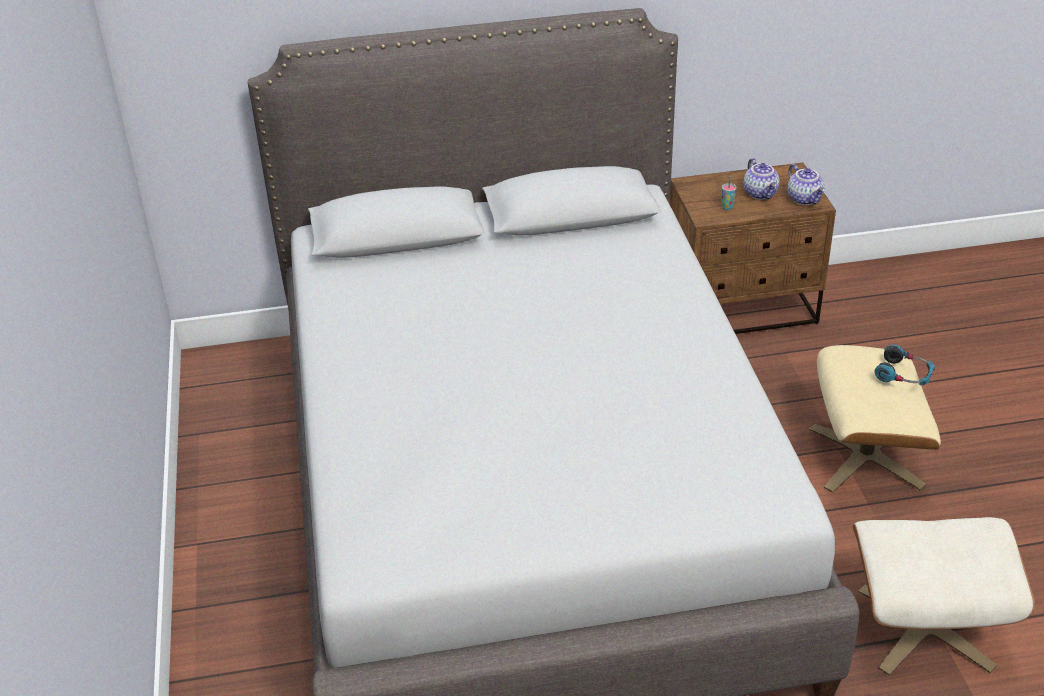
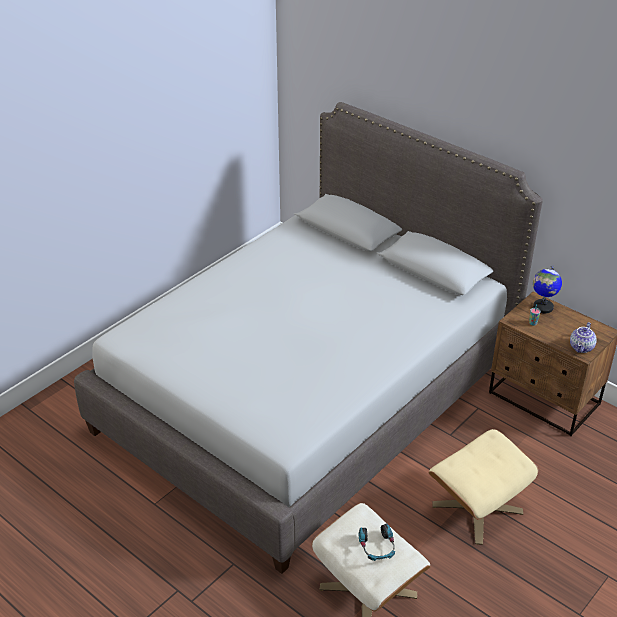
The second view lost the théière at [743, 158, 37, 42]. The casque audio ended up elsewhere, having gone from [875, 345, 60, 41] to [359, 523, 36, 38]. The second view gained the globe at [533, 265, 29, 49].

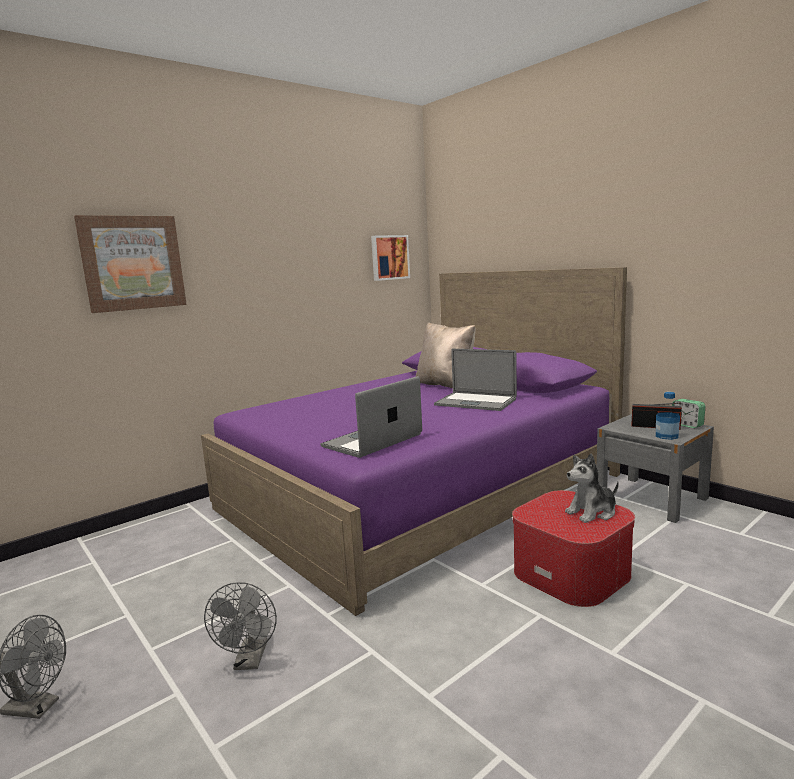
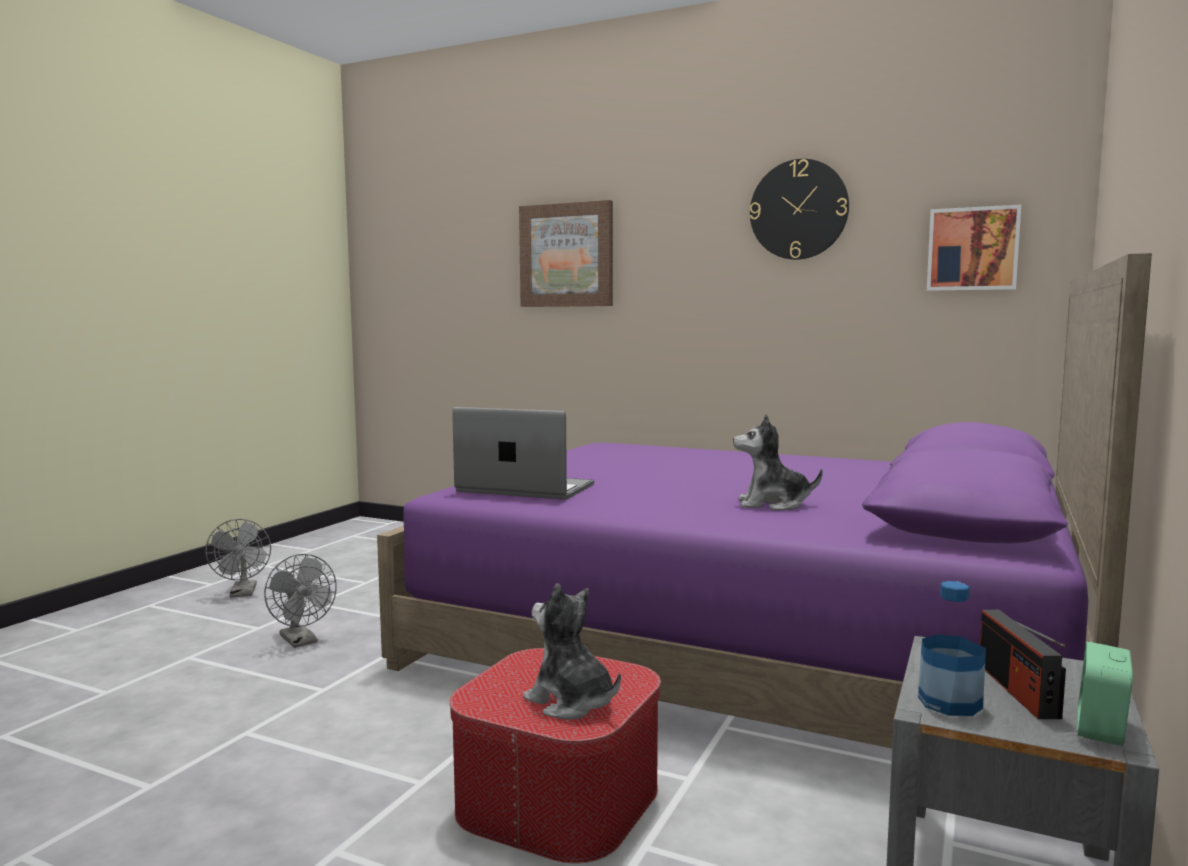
The ventilateur/gris at [204, 582, 73, 88] ended up facing another way, 105 degrees counterclockwise from before. The second view lost the coussin/beige at [416, 322, 60, 66]. Where the ordinateur portable stood at [434, 349, 83, 62], the peluche came to stand at [733, 414, 90, 97]. The second view gained the horloge murale at [750, 159, 99, 101].

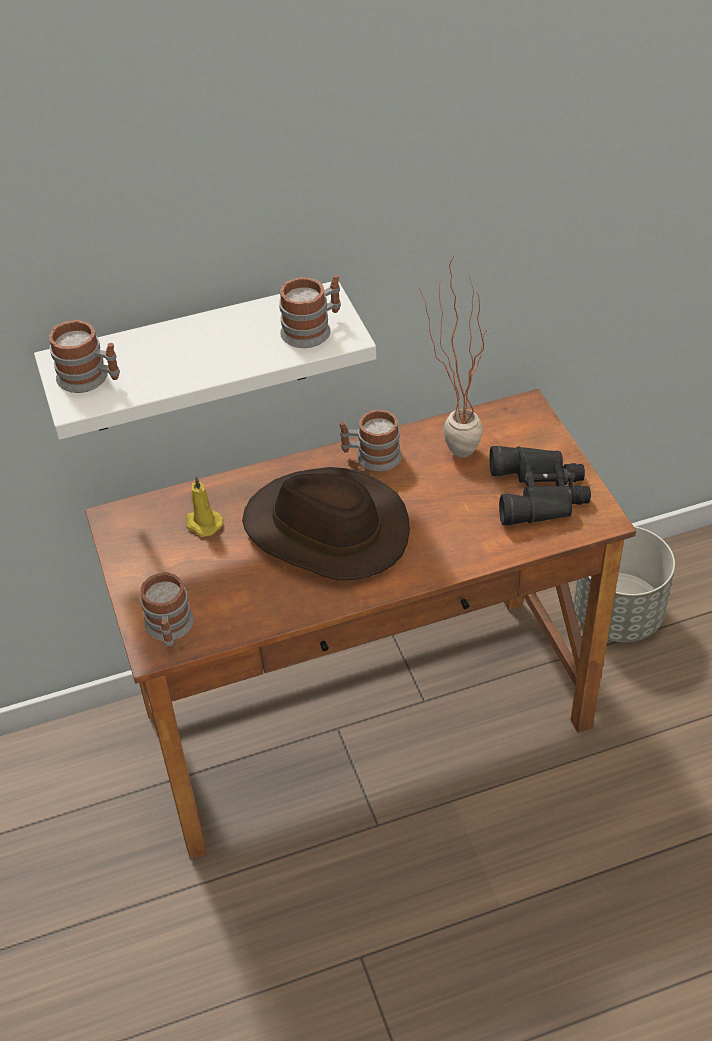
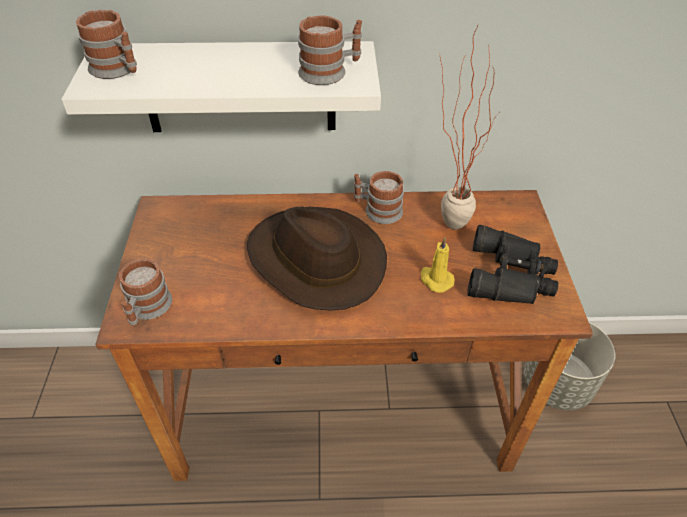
The bougie/jaune ended up elsewhere, having gone from [186, 477, 37, 59] to [421, 237, 34, 56].

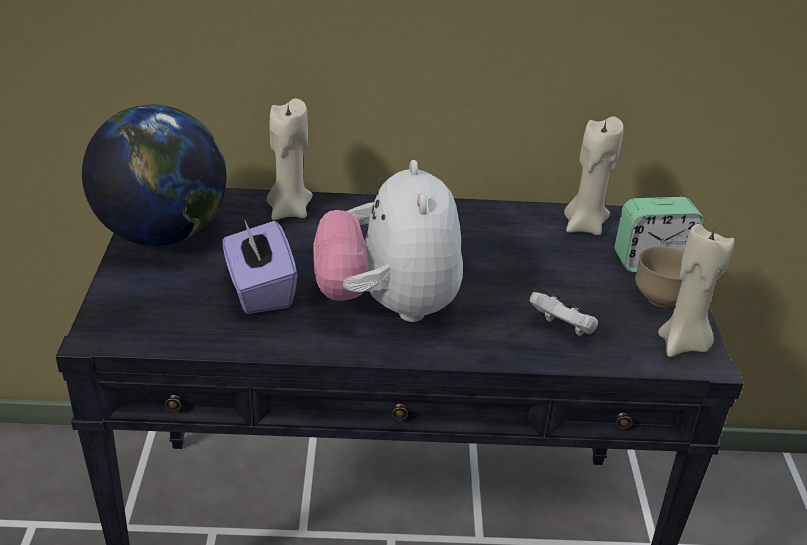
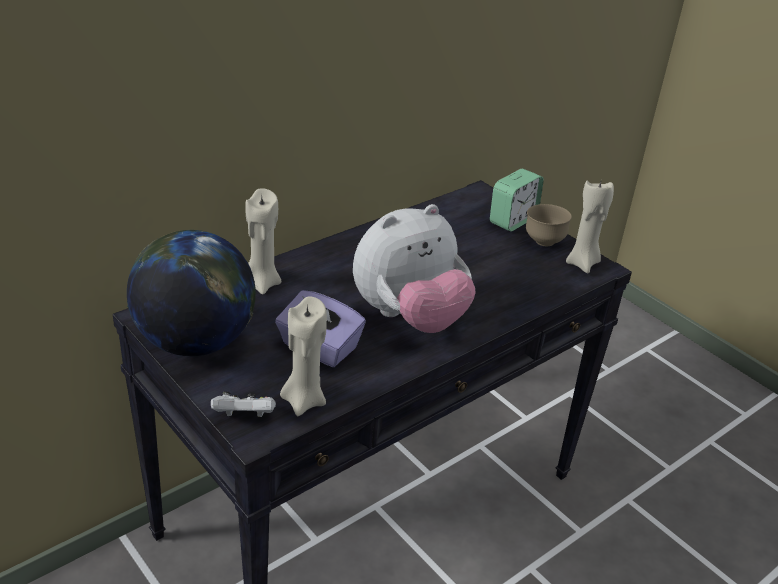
The peluche at [313, 160, 150, 162] ended up facing another way, 75 degrees counterclockwise from before. The manette/blanc ended up elsewhere, having gone from [529, 292, 69, 44] to [211, 391, 65, 26]. The bougie/beige ended up elsewhere, having gone from [564, 117, 60, 119] to [280, 296, 47, 120].

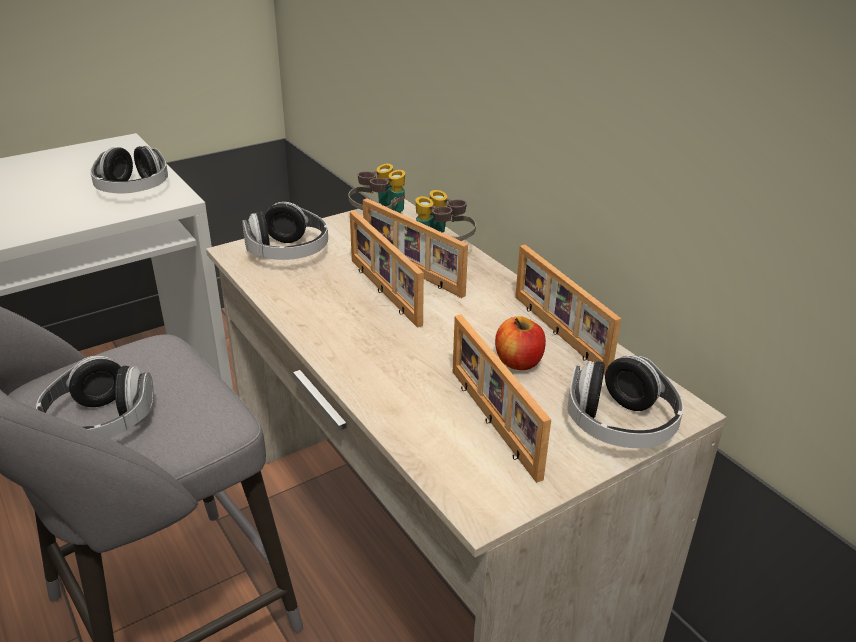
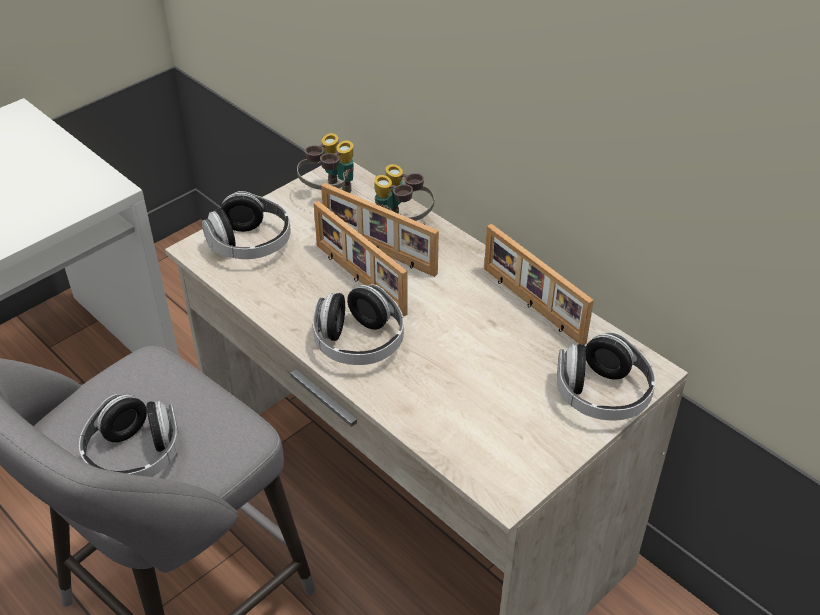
The casque audio ended up elsewhere, having gone from [90, 146, 78, 47] to [313, 284, 91, 81]. The second view lost the cadre photo at [453, 315, 98, 168]. The second view lost the pomme at [495, 316, 51, 54].

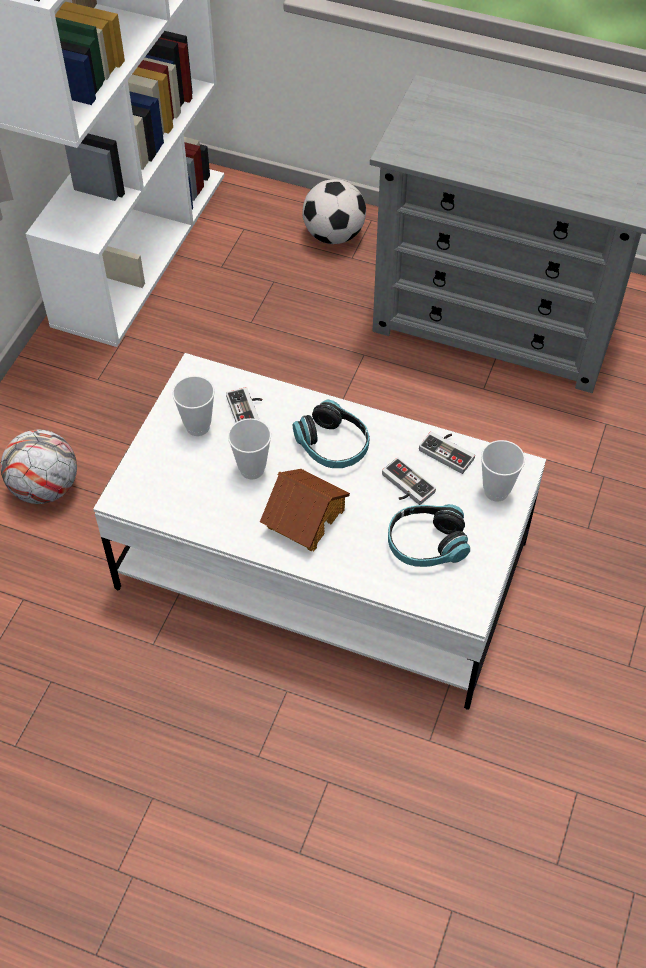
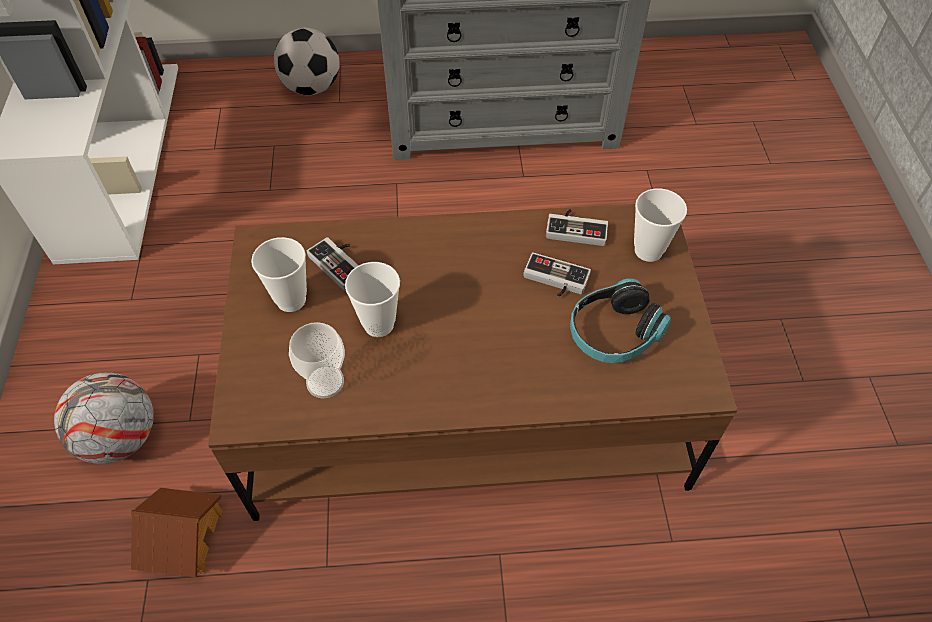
What was the table basse/blanc at [93, 353, 453, 356] turned into the table basse/marron at [208, 204, 529, 317]. The maison miniature ended up elsewhere, having gone from [260, 469, 90, 82] to [131, 488, 92, 89]. The second view lost the casque audio at [293, 400, 77, 68]. The second view gained the tasse at [289, 322, 56, 76].

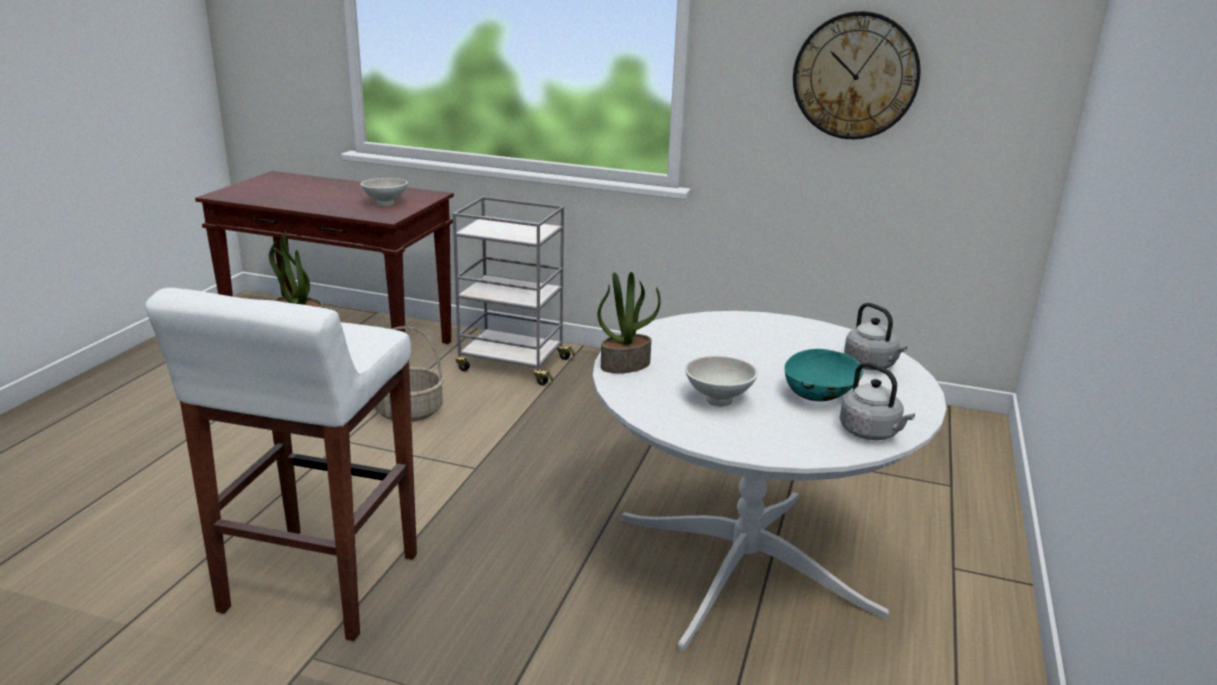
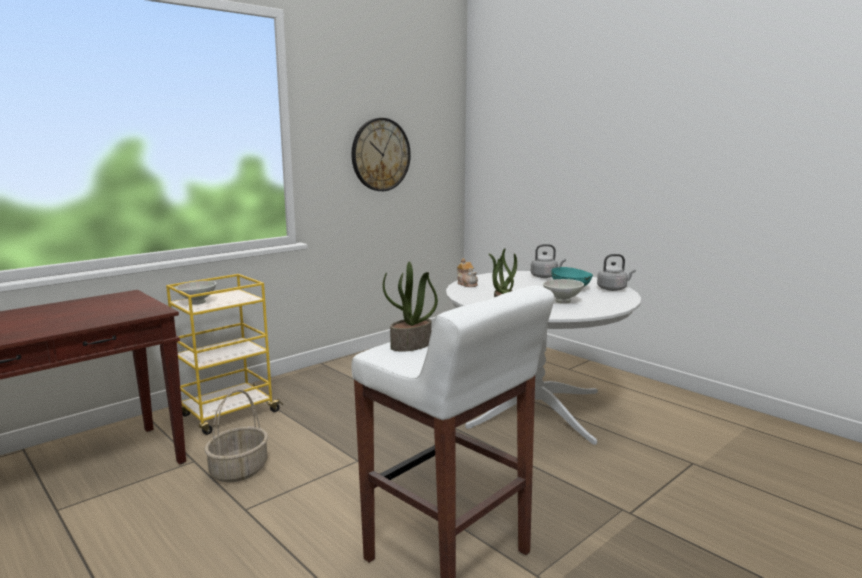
The bol/blanc ended up elsewhere, having gone from [361, 178, 47, 28] to [175, 281, 42, 24]. What was the chariot/gris at [453, 196, 122, 189] turned into the chariot/jaune at [166, 274, 117, 161]. The second view gained the théière at [457, 258, 21, 29].

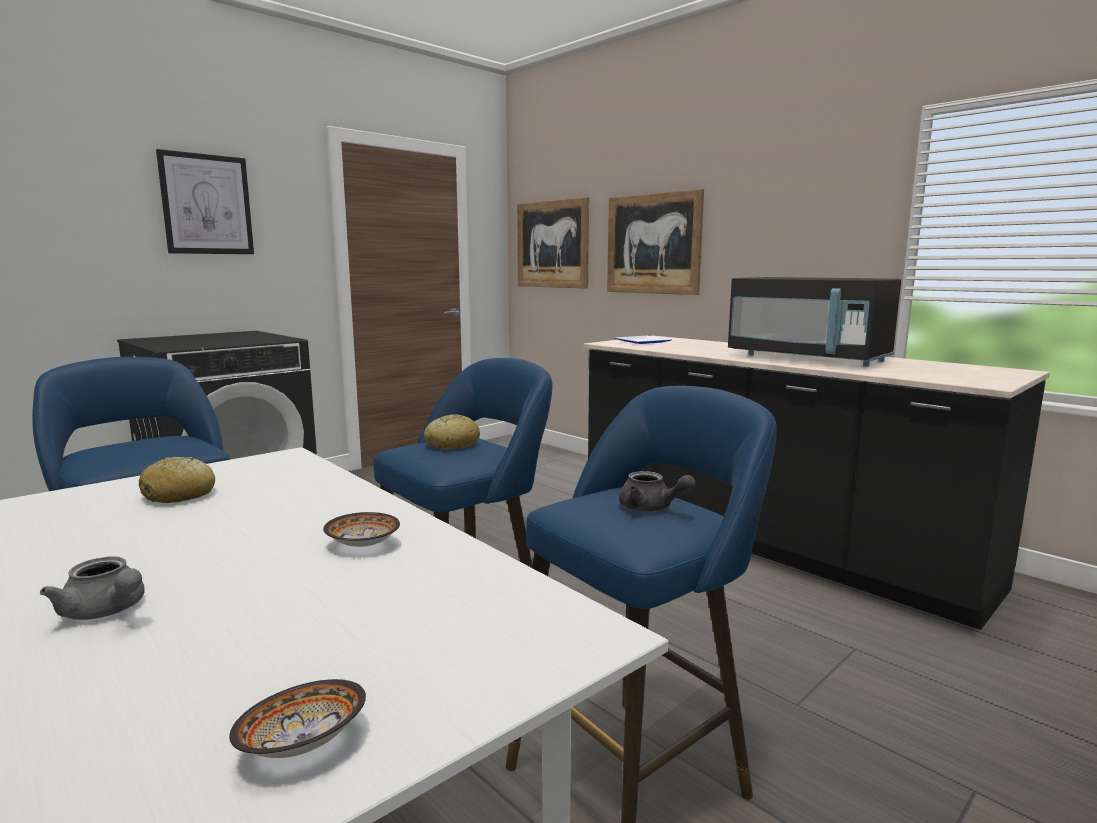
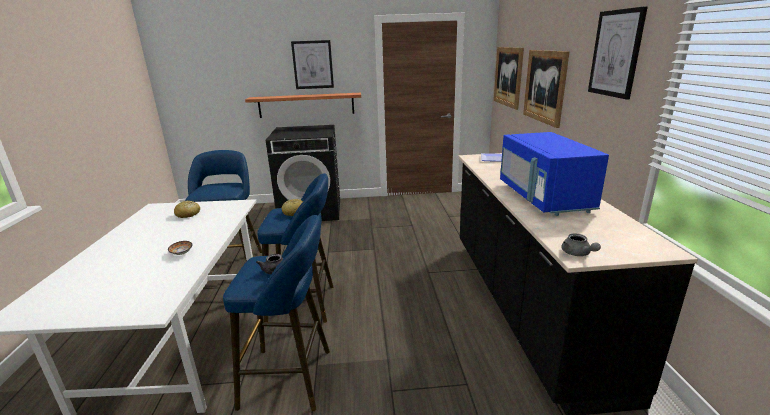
The théière/gris ended up elsewhere, having gone from [40, 557, 105, 63] to [561, 233, 40, 23]. The second view lost the bol at [229, 679, 137, 79]. What was the micro-ondes/noir at [728, 277, 173, 90] turned into the micro-ondes/bleu at [500, 132, 109, 84]. The second view gained the étagère at [245, 93, 116, 25]. The second view gained the tableau at [588, 6, 60, 94].

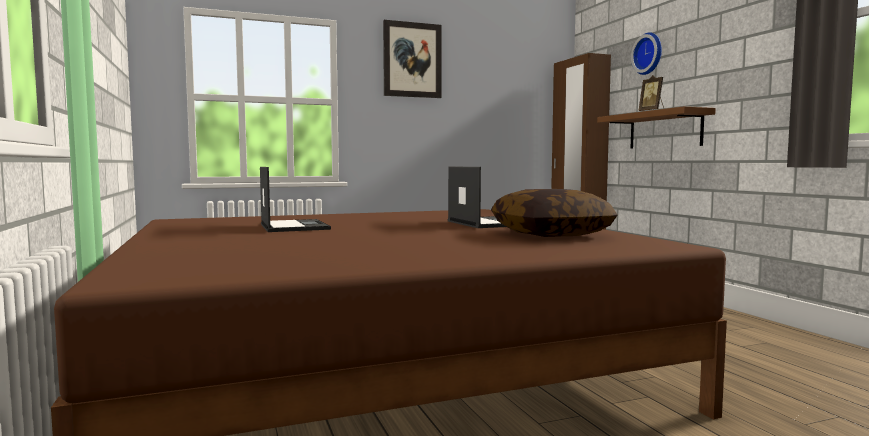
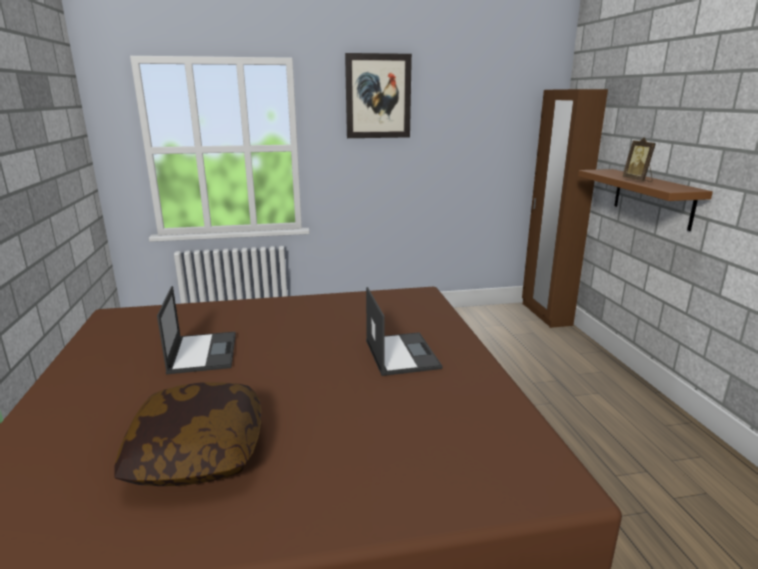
The coussin ended up elsewhere, having gone from [491, 189, 127, 48] to [114, 383, 147, 103]. The second view lost the horloge murale at [631, 32, 31, 43].

